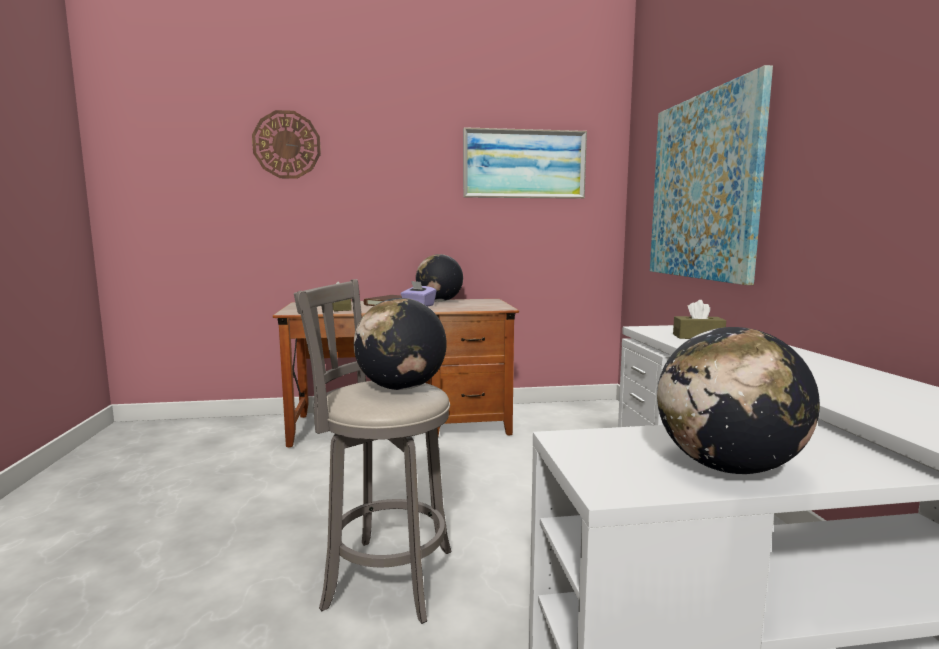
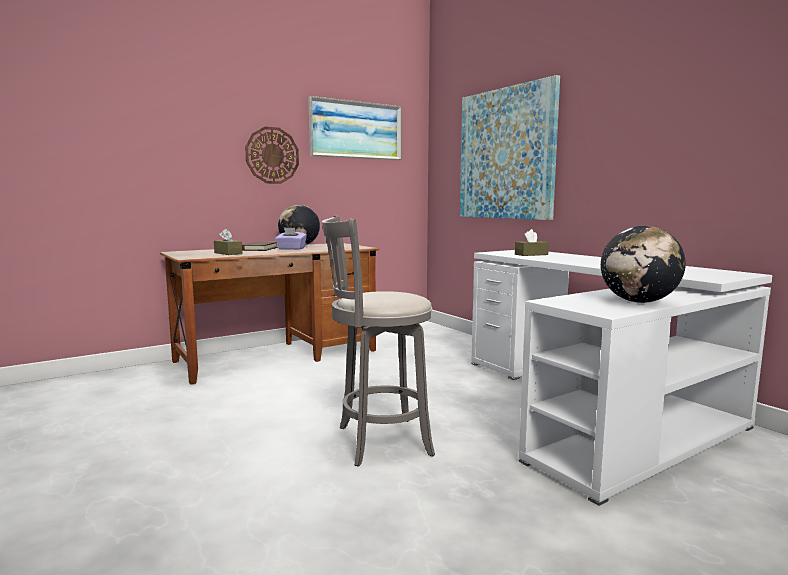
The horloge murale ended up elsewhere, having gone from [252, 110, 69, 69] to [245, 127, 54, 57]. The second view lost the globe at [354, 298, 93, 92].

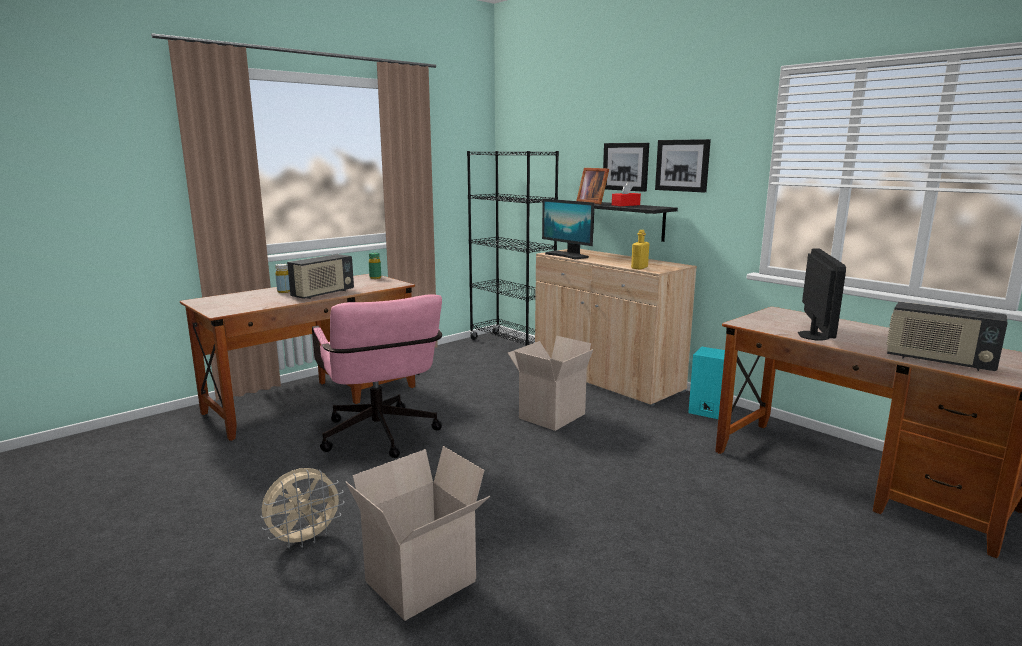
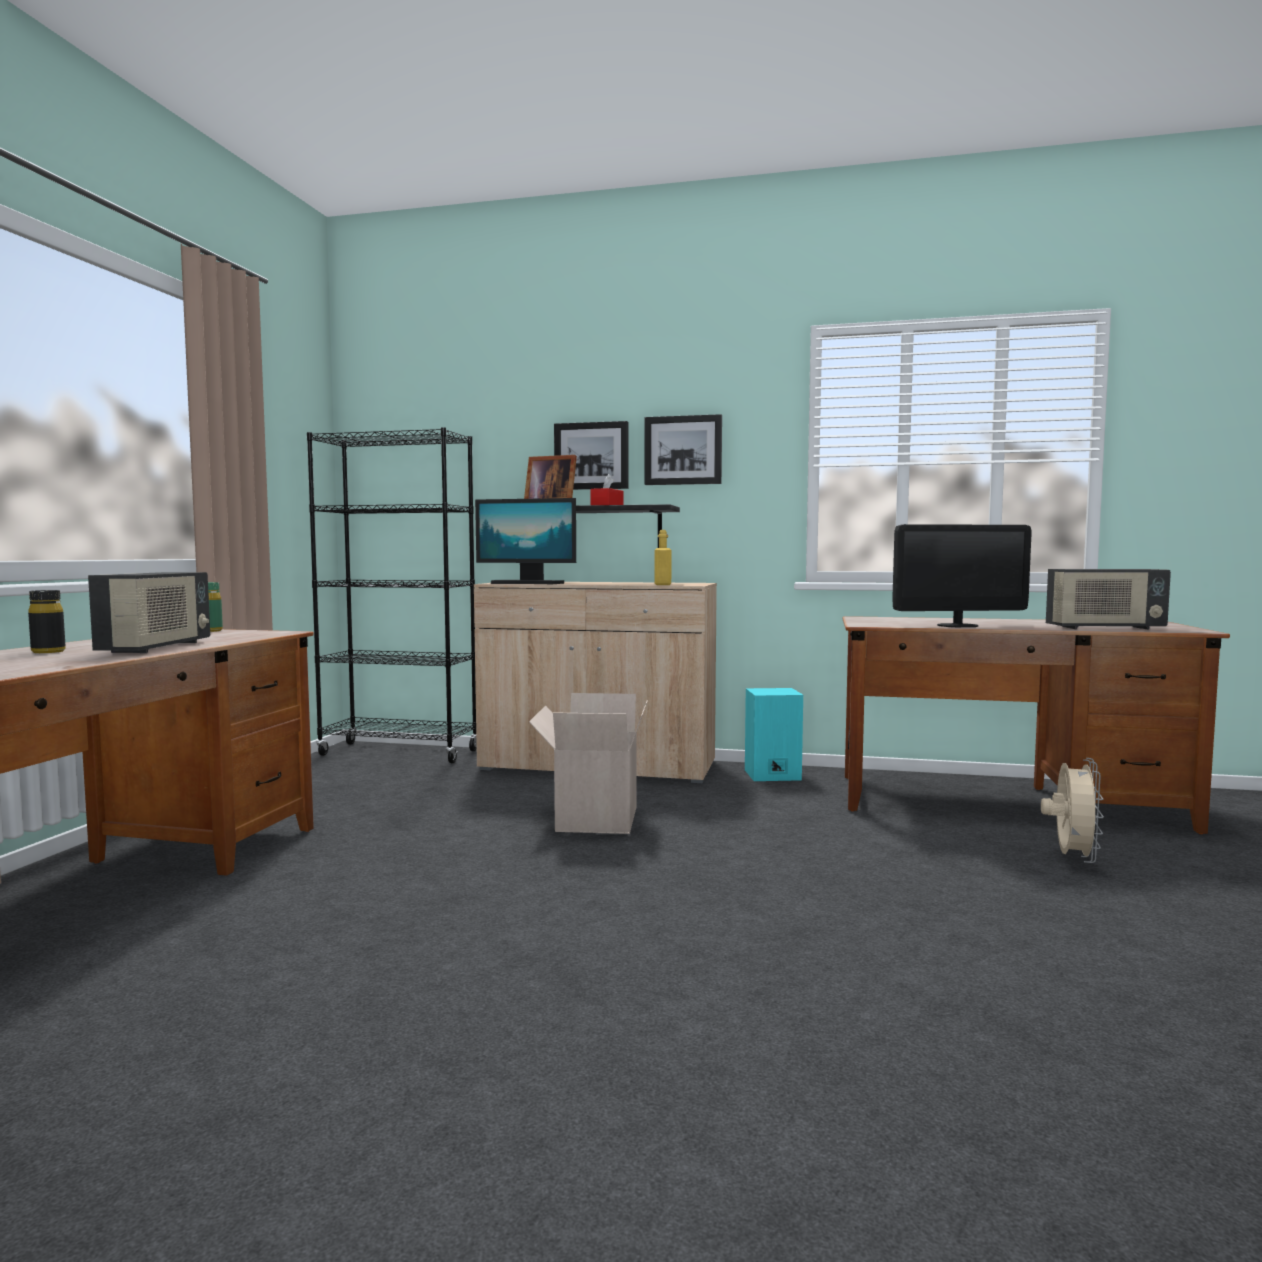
The ventilateur/beige ended up elsewhere, having gone from [261, 468, 84, 81] to [1041, 758, 63, 105]. What was the bouteille/jaune at [275, 264, 15, 29] turned into the bouteille/noir at [28, 590, 38, 63]. The second view lost the chaise de bureau/rose at [312, 294, 130, 164]. The second view lost the carton at [346, 446, 144, 175]. The écran d'ordinateur at [798, 248, 48, 92] ended up facing another way, 105 degrees clockwise from before.

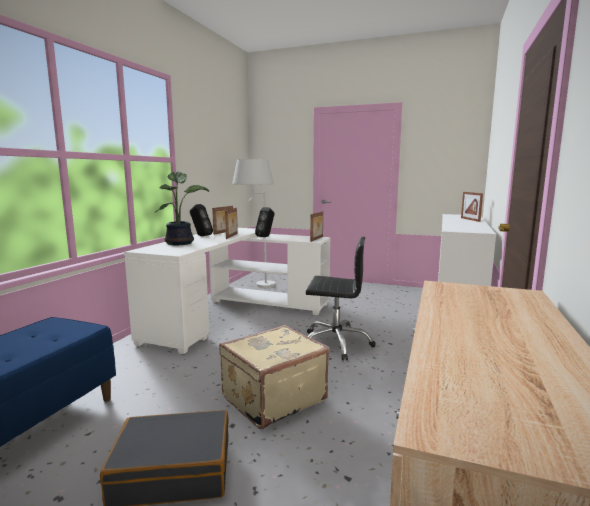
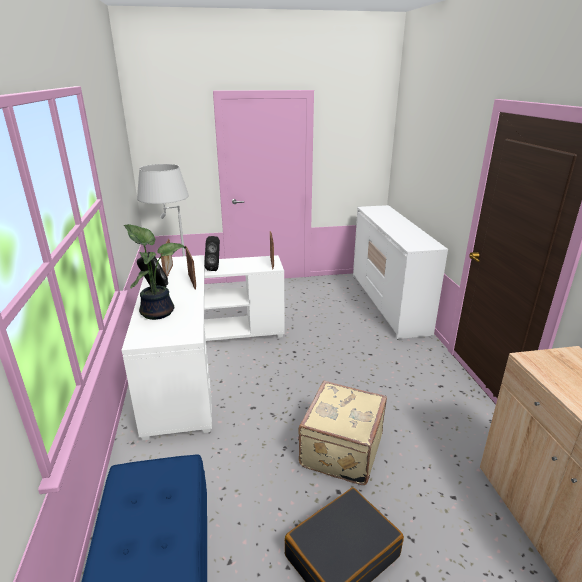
The second view lost the chaise de bureau/noir at [306, 237, 70, 124]. The second view lost the cadre photo at [461, 192, 22, 30].

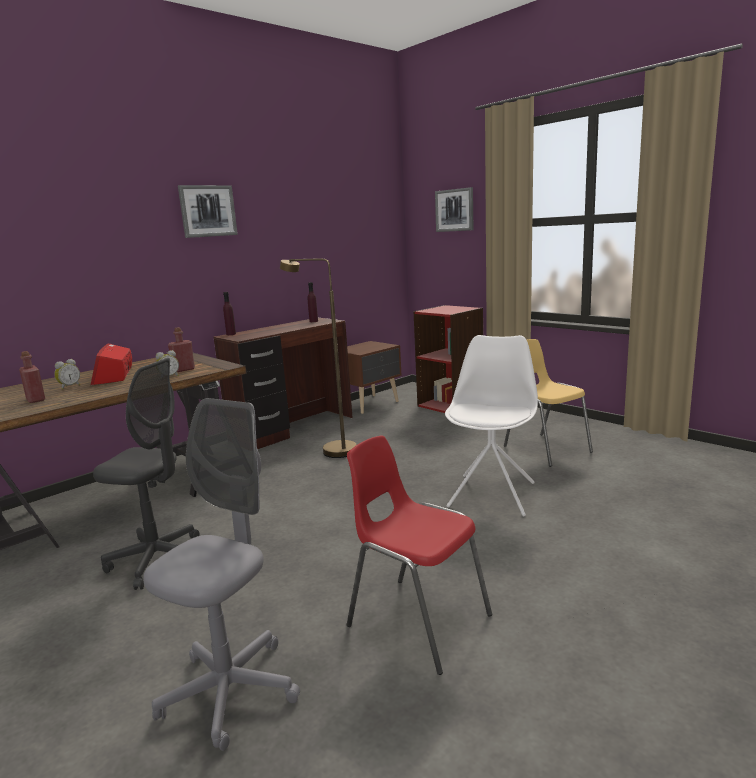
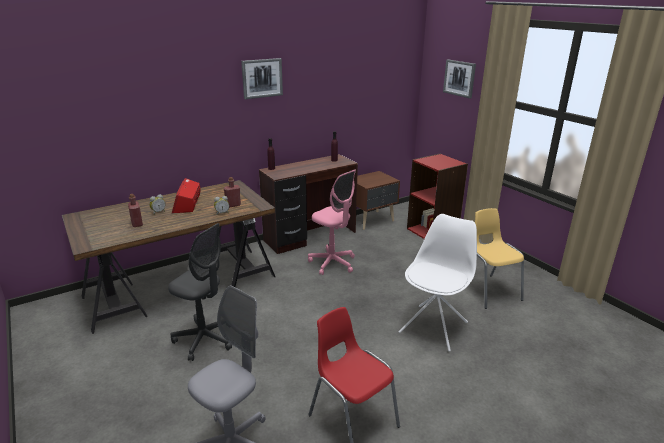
Where the lampadaire/marron stood at [280, 259, 77, 199], the chaise de bureau/rose came to stand at [308, 169, 48, 106].

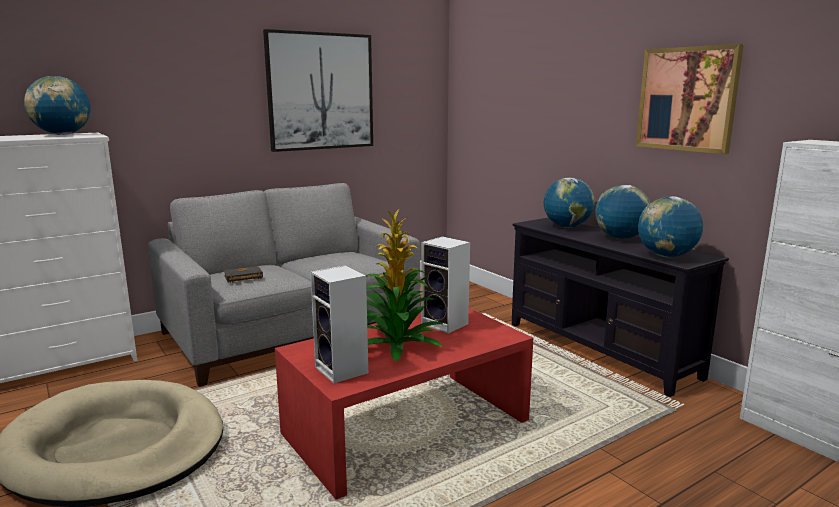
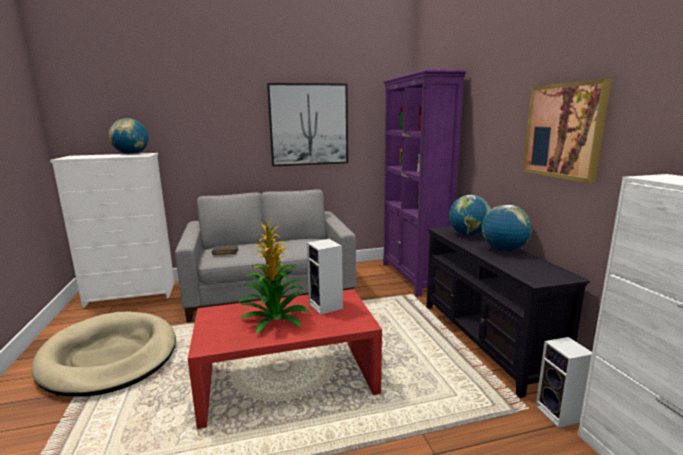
The enceinte ended up elsewhere, having gone from [310, 265, 58, 119] to [536, 337, 56, 91]. The second view lost the globe at [638, 196, 65, 61]. The second view gained the bibliothèque/violet at [383, 69, 83, 228].

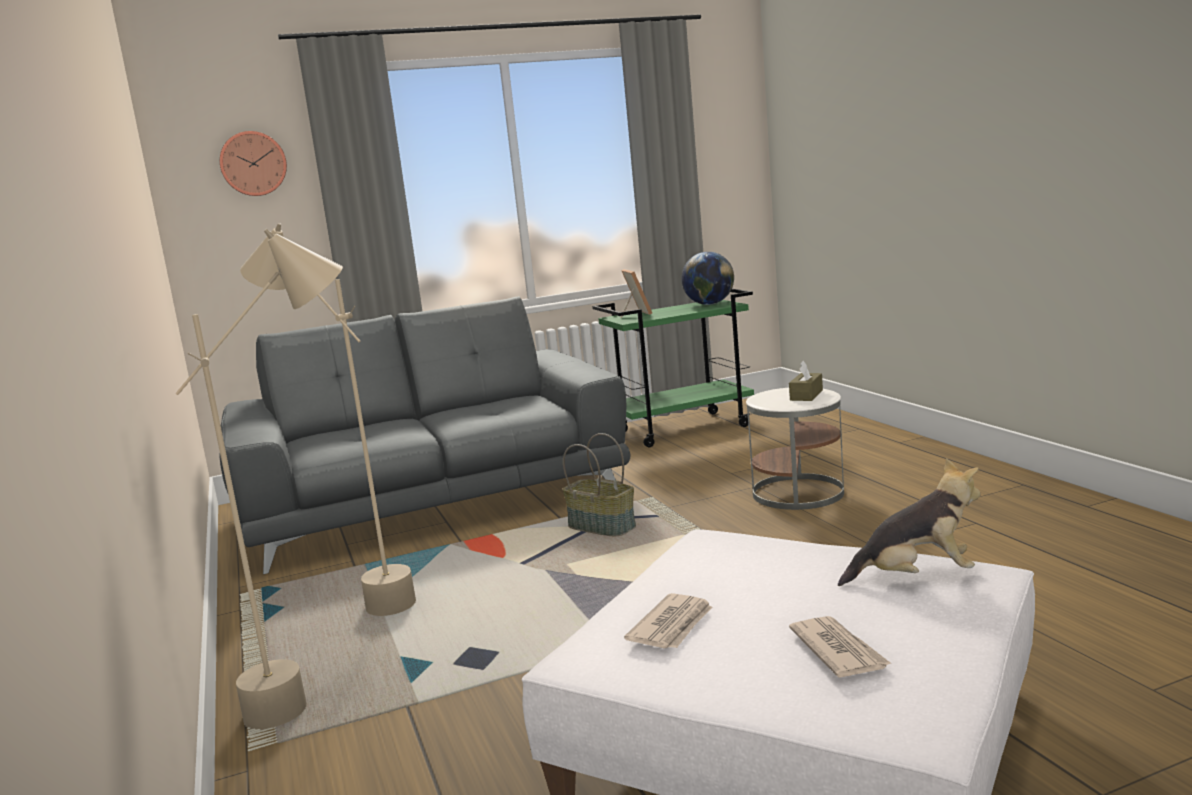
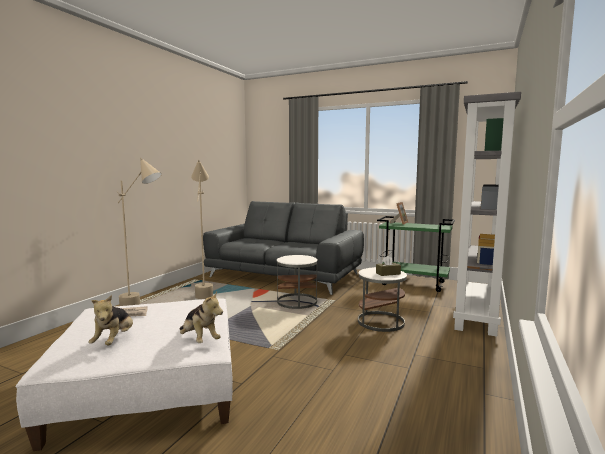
The second view lost the horloge murale at [220, 131, 67, 65]. Where the panier stood at [562, 433, 74, 103], the table d'appoint/blanc came to stand at [277, 255, 41, 54]. The second view lost the globe at [681, 252, 53, 53]. Where the journal stood at [789, 616, 103, 62], the peluche came to stand at [88, 295, 45, 50]. The second view gained the bibliothèque/gris at [453, 92, 68, 245].

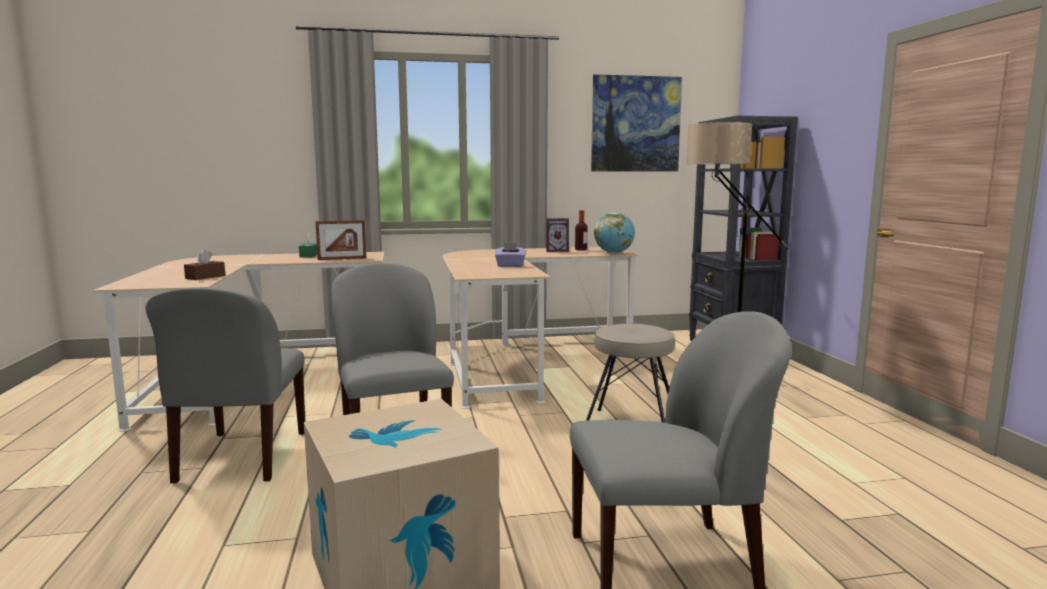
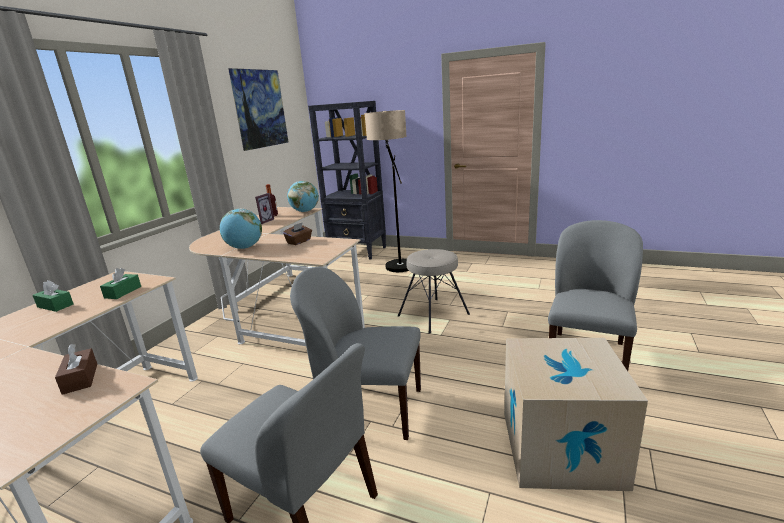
Where the cadre photo stood at [315, 220, 51, 40], the boîte à mouchoirs/vert came to stand at [100, 268, 41, 31]. What was the boîte à mouchoirs/violet at [495, 243, 31, 24] turned into the boîte à mouchoirs/marron at [283, 222, 29, 23]. The second view gained the globe at [220, 208, 42, 41].

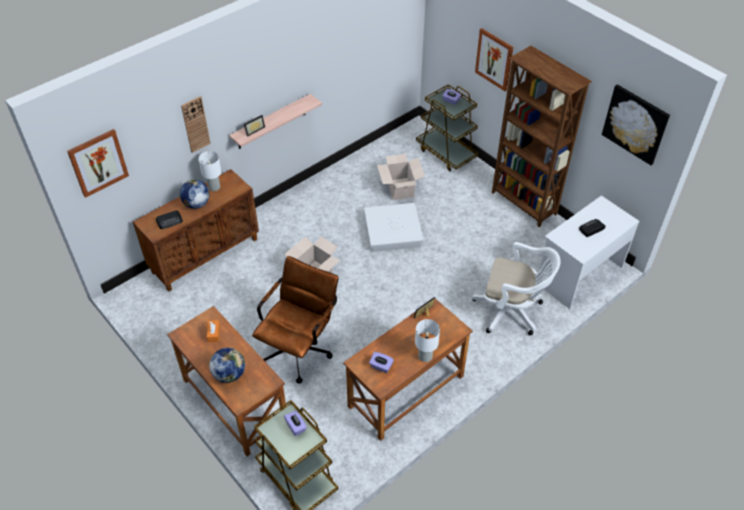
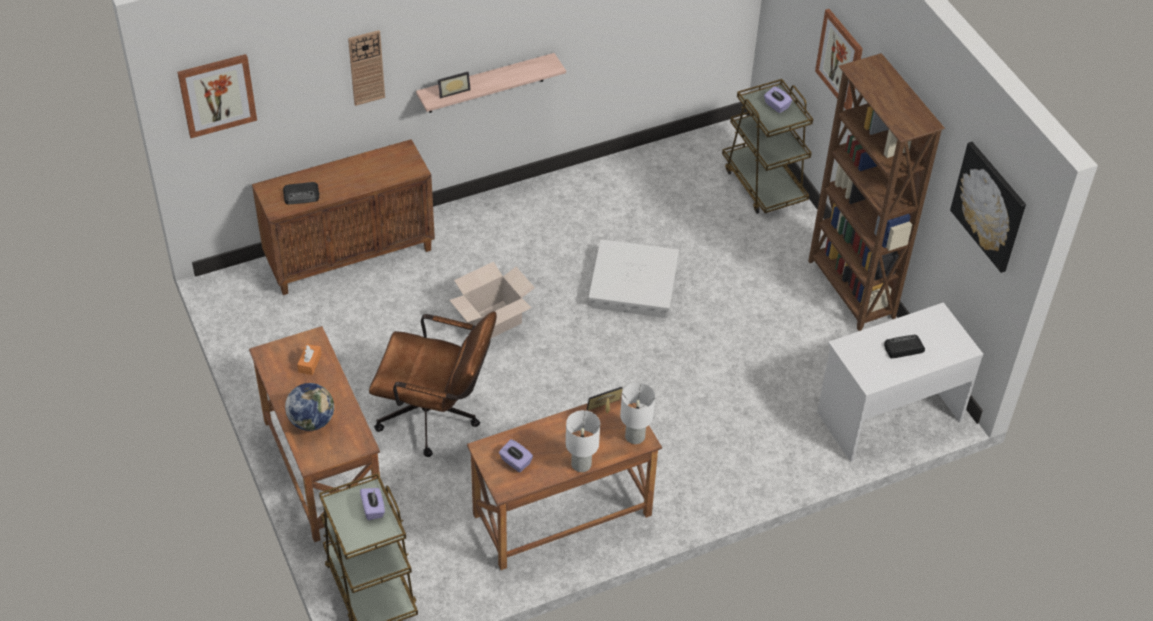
The second view lost the globe at [179, 179, 31, 30]. The lampe de table/blanc ended up elsewhere, having gone from [198, 151, 23, 40] to [620, 383, 35, 61]. The chaise de bureau/marron at [252, 256, 87, 128] ended up facing another way, 60 degrees clockwise from before. The second view lost the carton at [377, 154, 48, 46]. The second view lost the chaise de bureau/blanc at [472, 242, 89, 93].

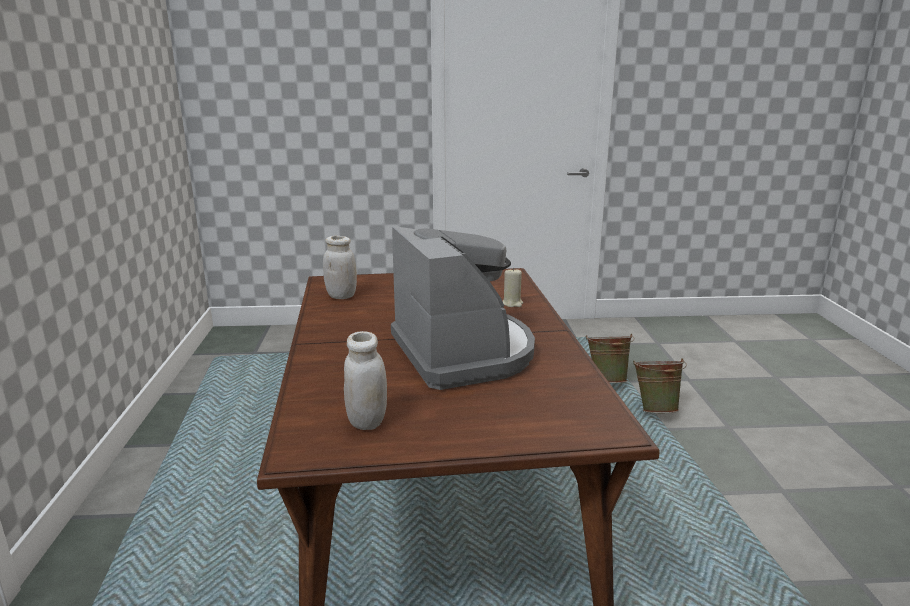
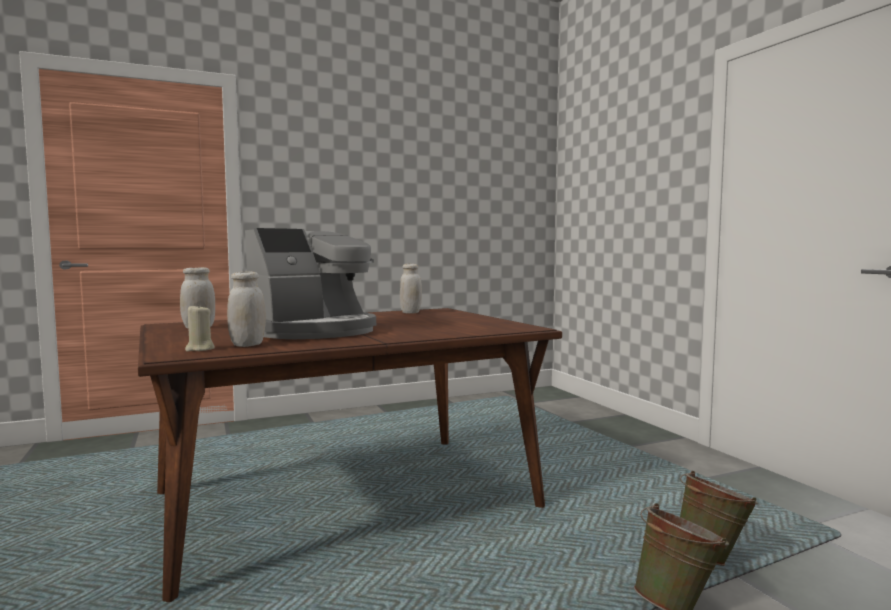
The bougie/beige ended up elsewhere, having gone from [502, 268, 21, 39] to [185, 304, 30, 48]. The second view gained the bocal/blanc at [227, 271, 39, 76].

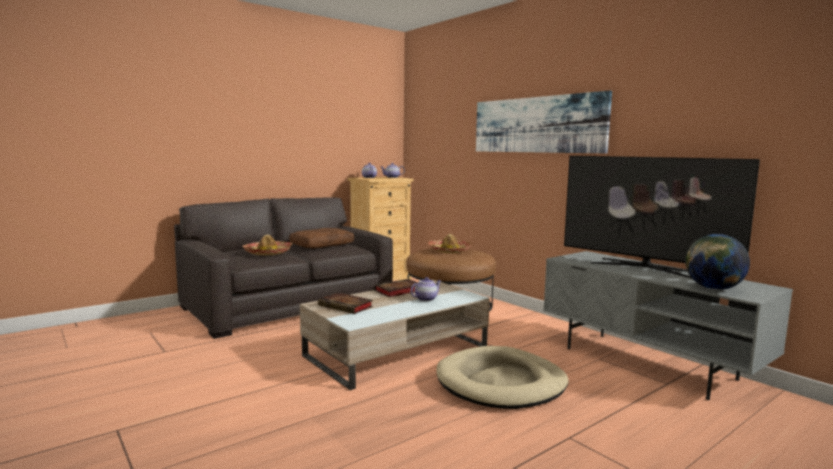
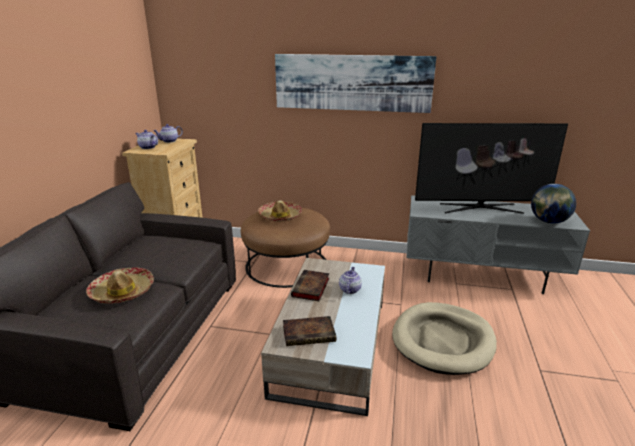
The second view lost the coussin/marron at [289, 228, 65, 20].

